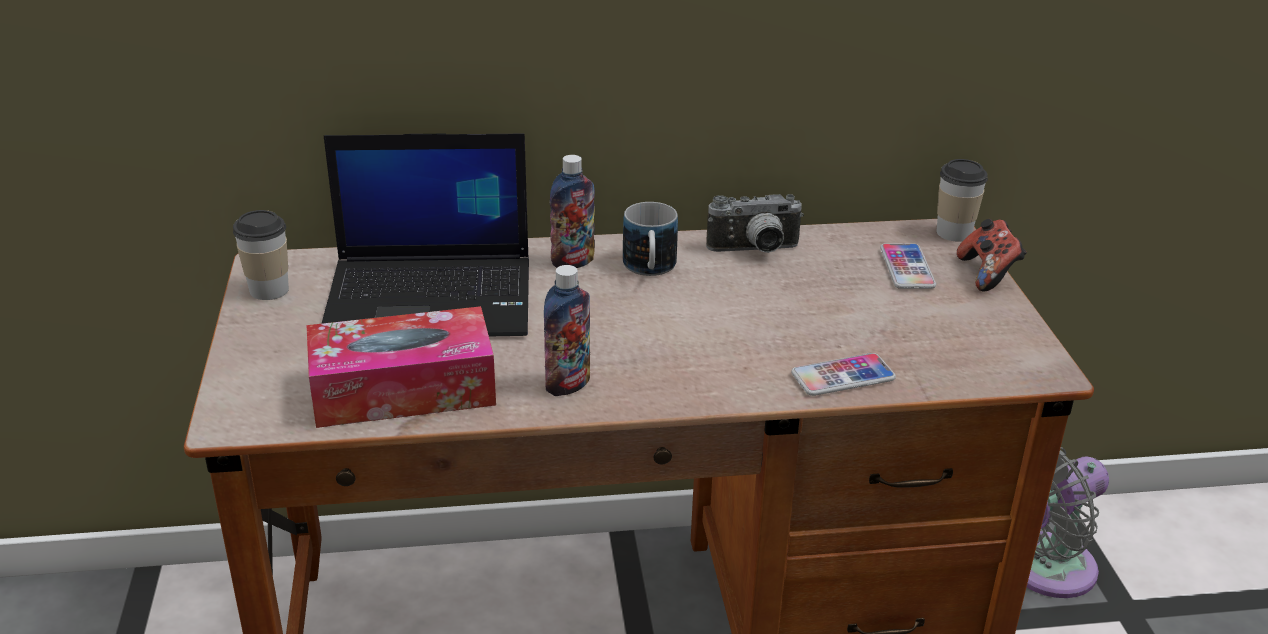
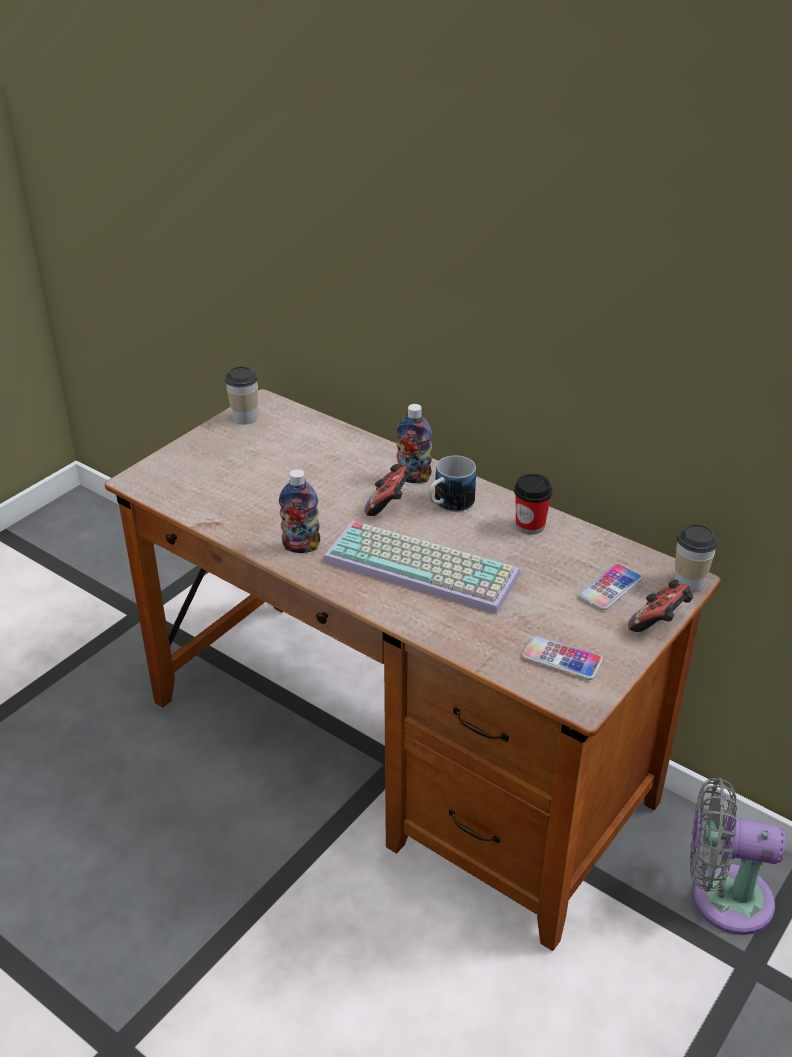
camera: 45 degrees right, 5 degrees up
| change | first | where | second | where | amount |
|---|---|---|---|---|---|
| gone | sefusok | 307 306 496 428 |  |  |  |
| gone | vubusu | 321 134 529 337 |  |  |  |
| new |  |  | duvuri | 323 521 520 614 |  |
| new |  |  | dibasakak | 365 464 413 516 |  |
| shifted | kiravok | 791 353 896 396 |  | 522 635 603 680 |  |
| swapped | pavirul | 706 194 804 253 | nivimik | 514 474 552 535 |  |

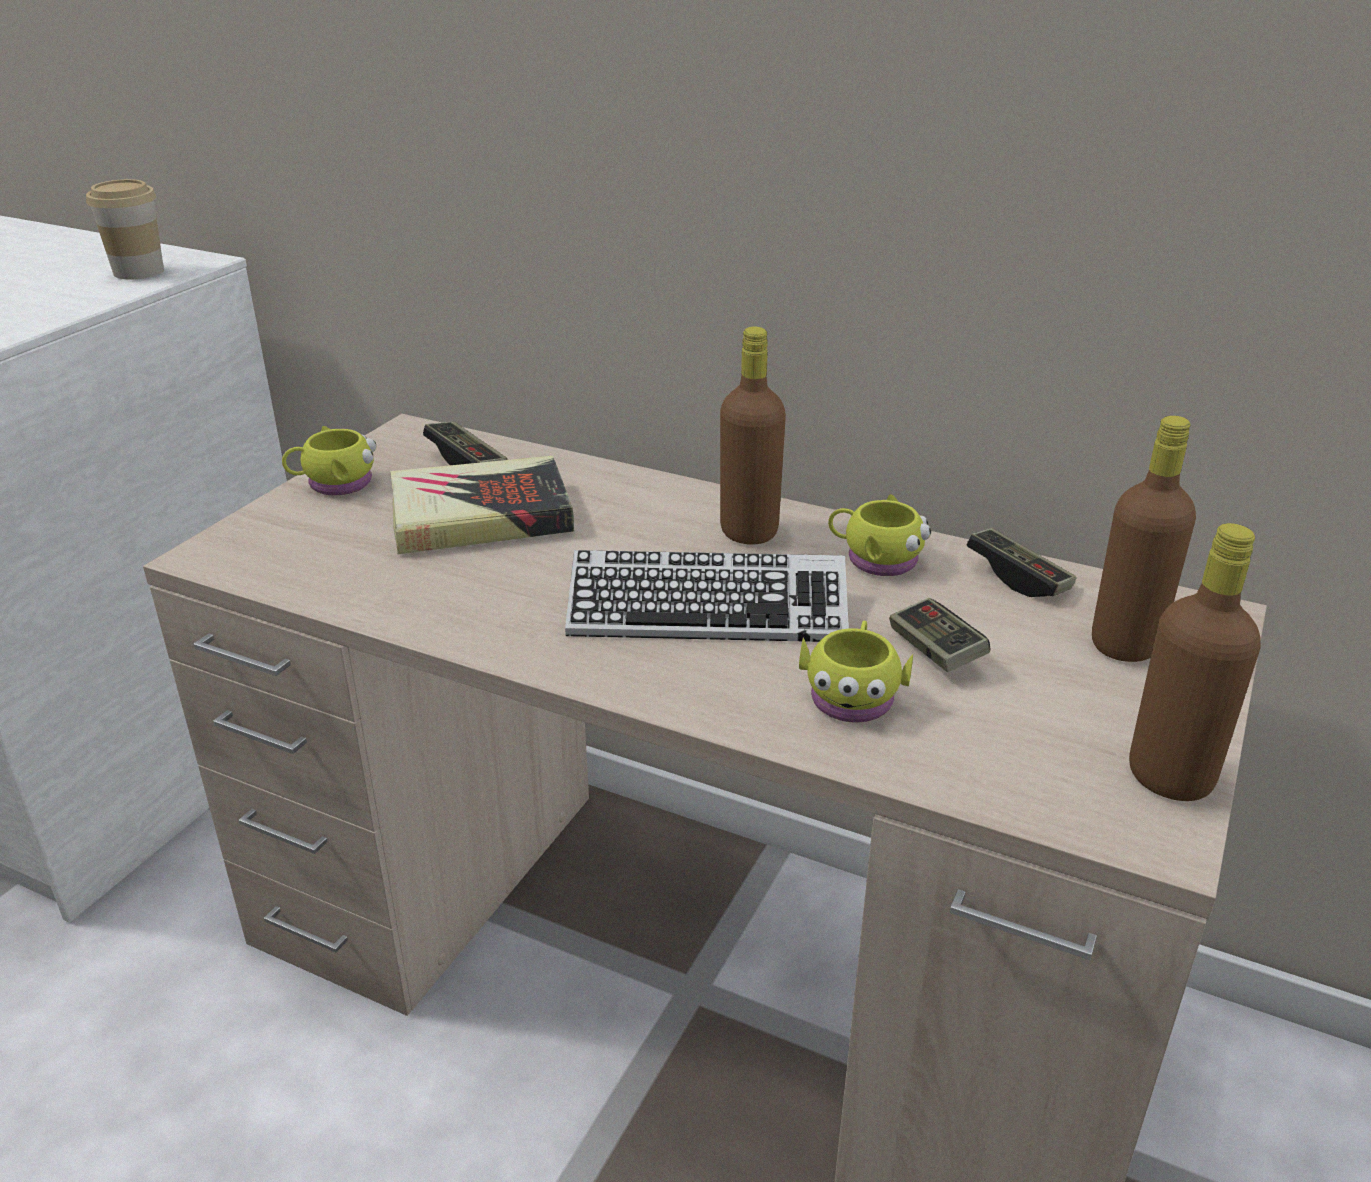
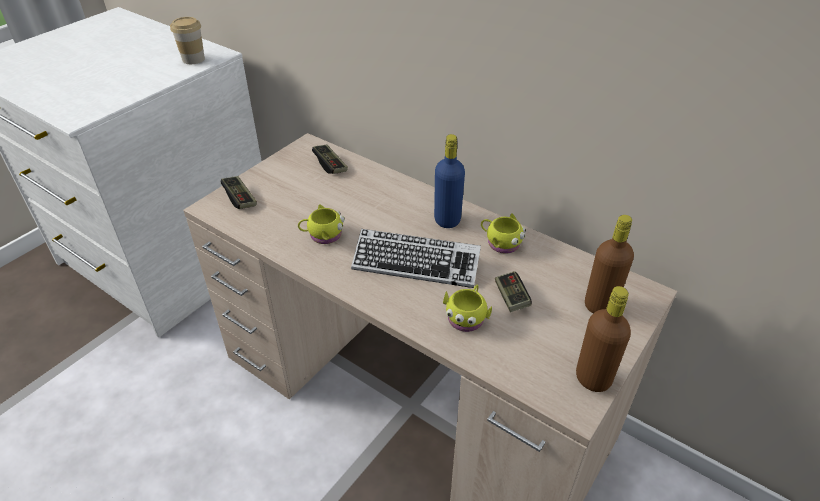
camera: 10 degrees right, 10 degrees up
| change | first | where | second | where | amount |
|---|---|---|---|---|---|
| gone | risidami | 390 456 574 555 |  |  |  |
| shifted | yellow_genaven | 282 426 377 495 |  | 298 205 345 244 |  |
| shifted | dibasakak | 967 528 1076 597 |  | 221 176 257 209 |  |
| repainted | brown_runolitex | 720 327 786 545 | blue_runolitex | 434 134 465 228 |  |

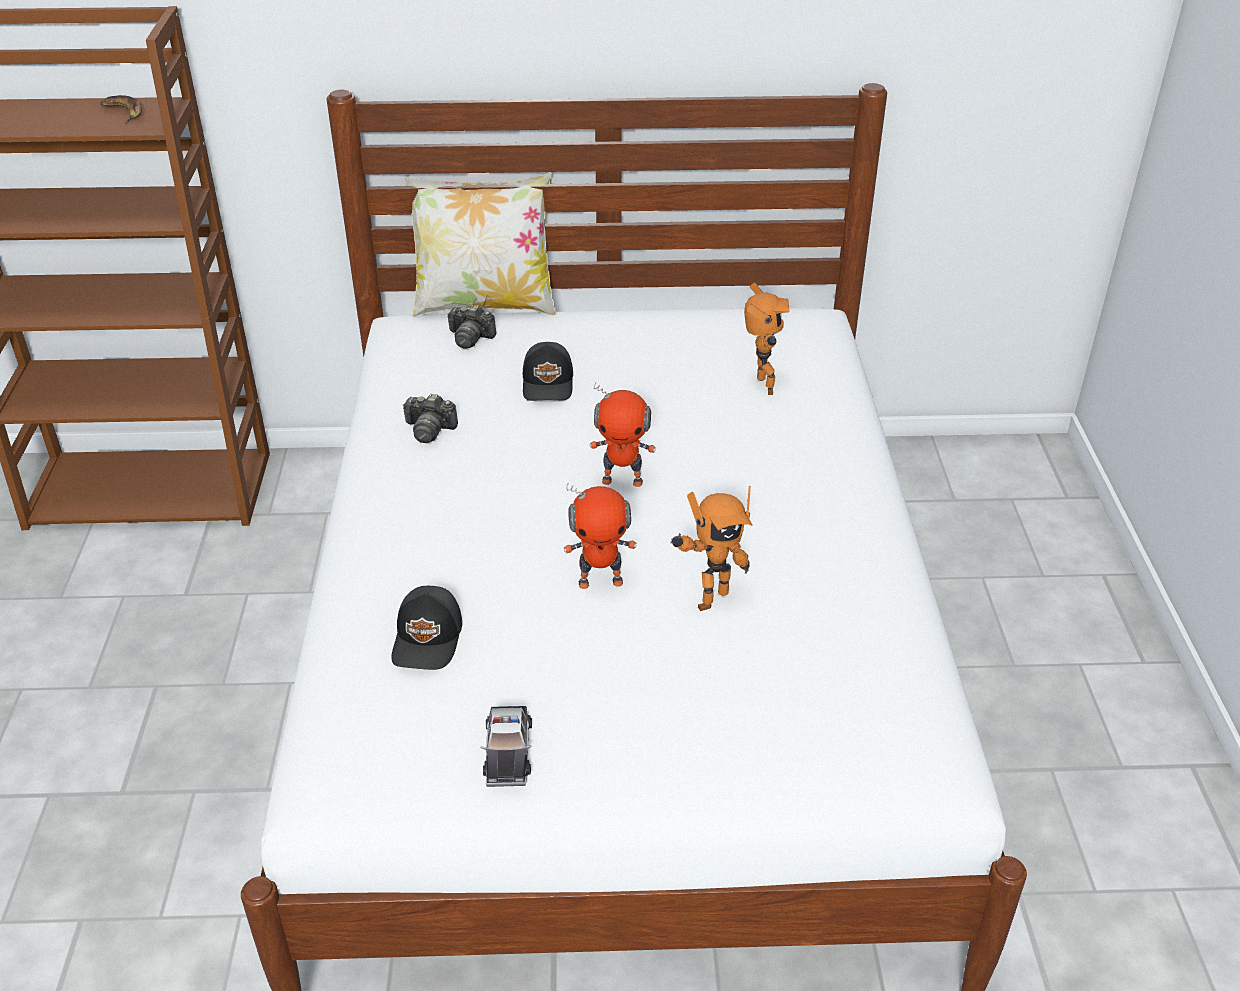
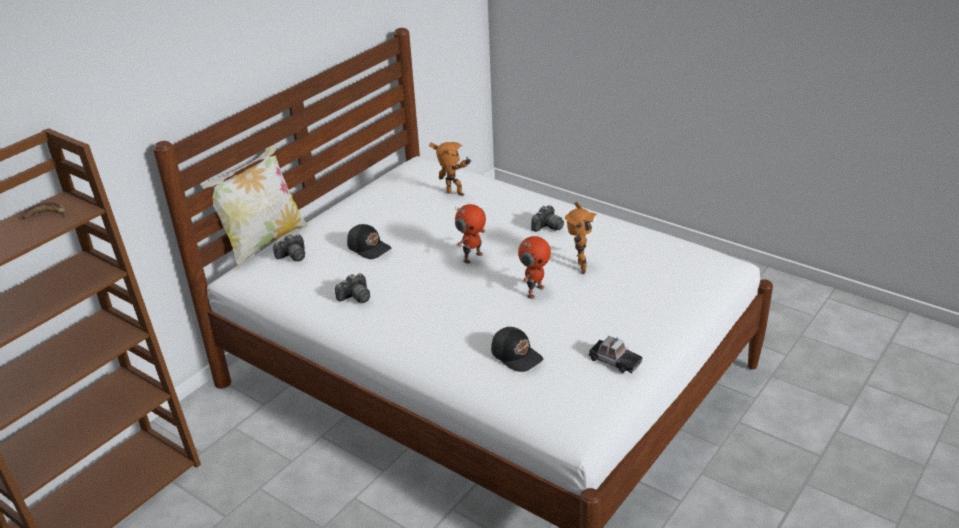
camera: 50 degrees left, 5 degrees down
| change | first | where | second | where | amount |
|---|---|---|---|---|---|
| new |  |  | pavirul | 531 205 564 232 |  |

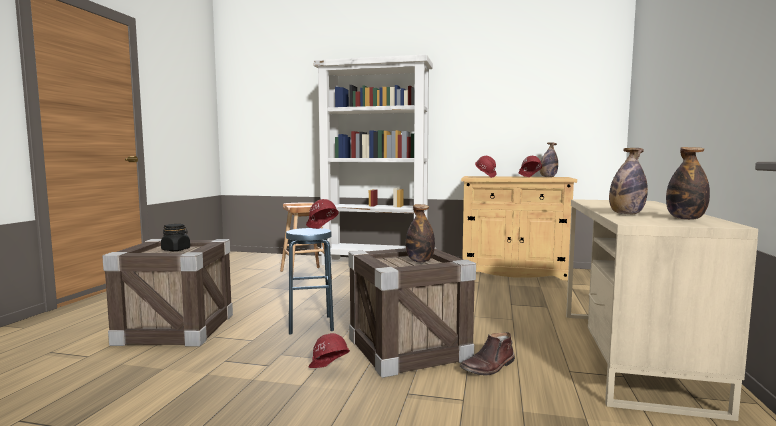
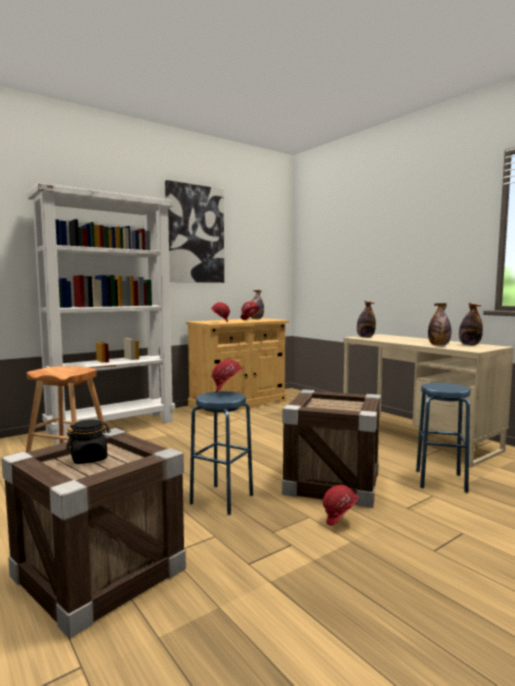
camera: 50 degrees left, 0 degrees up
| change | first | where | second | where | amount |
|---|---|---|---|---|---|
| gone | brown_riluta | 460 332 515 376 |  |  |  |
| new |  |  | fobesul | 165 180 224 283 |  |
| new |  |  | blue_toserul | 416 383 470 493 |  |
| shifted | runolitex | 406 204 435 262 |  | 357 301 376 338 |  |

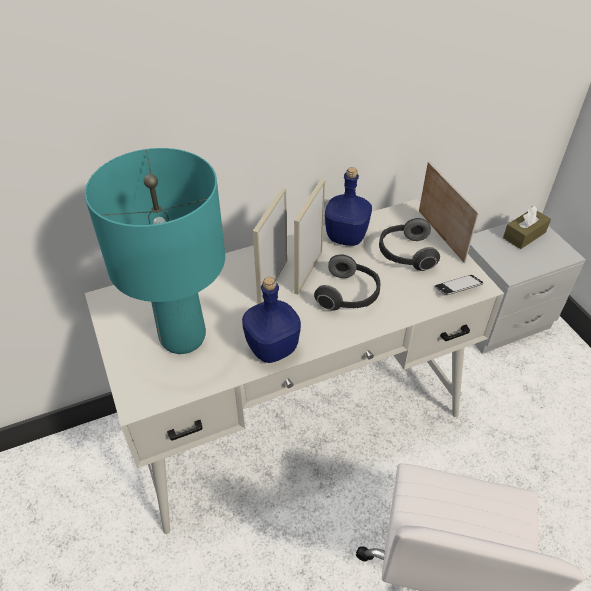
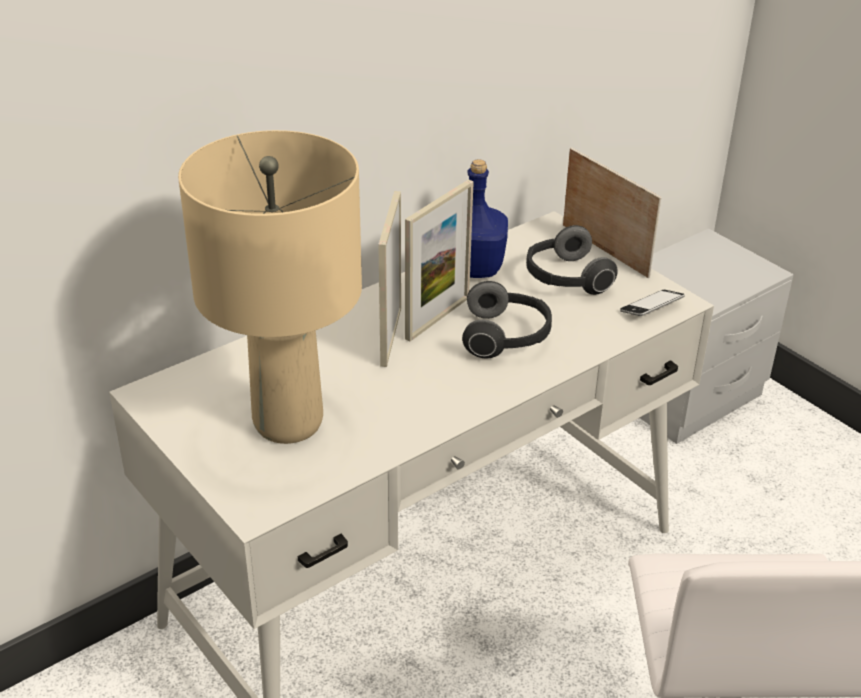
camera: 15 degrees left, 10 degrees down
| change | first | where | second | where | amount |
|---|---|---|---|---|---|
| gone | blue_runolitex | 242 277 301 363 |  |  |  |
| gone | brown_sefusok | 503 206 551 249 |  |  |  |
| repainted | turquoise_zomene | 85 148 225 354 | beige_zomene | 178 130 362 444 |  |
| rotated | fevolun | 294 179 325 294 |  | 405 179 474 342 | 150 degrees counterclockwise |

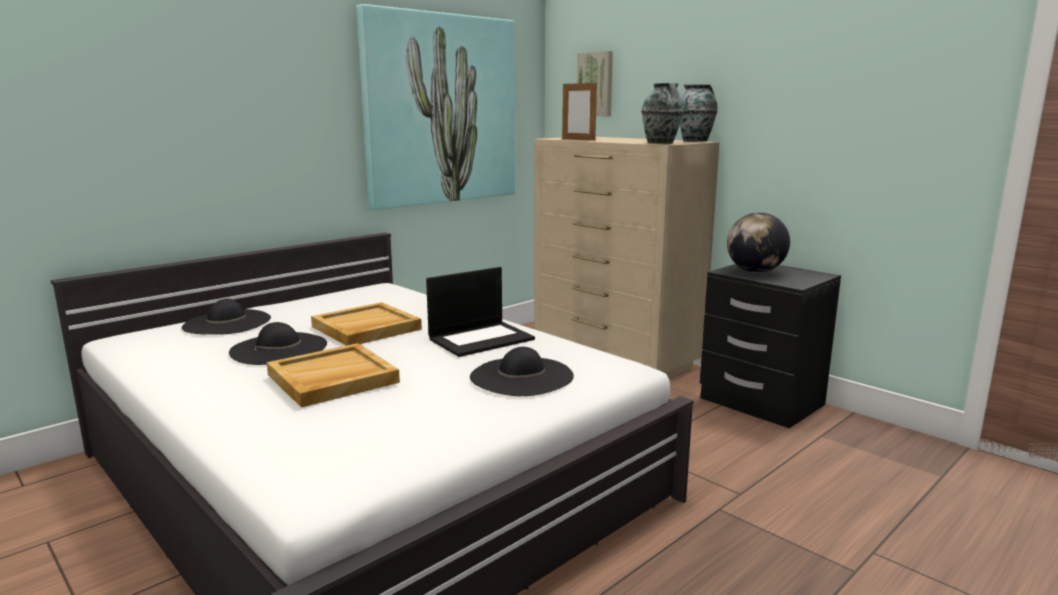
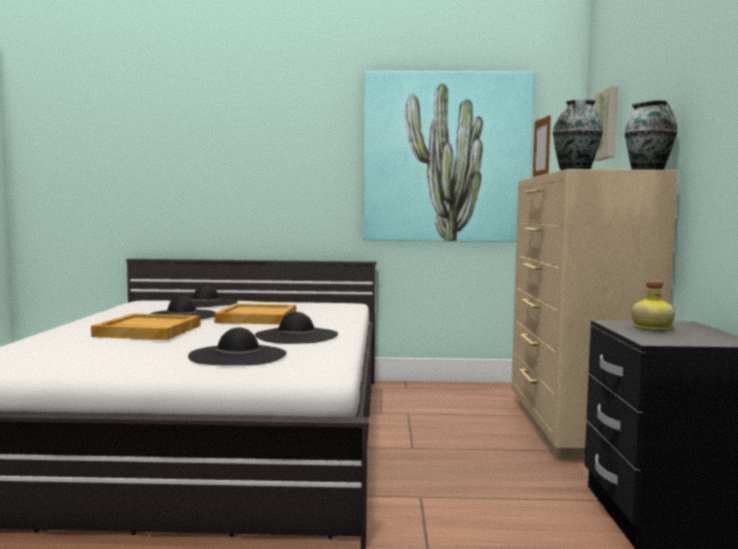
camera: 45 degrees right, 10 degrees down
| change | first | where | second | where | amount |
|---|---|---|---|---|---|
| swapped | vubusu | 426 267 535 357 | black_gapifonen | 255 312 338 344 |  |
| swapped | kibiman | 727 213 790 273 | runolitex | 632 280 675 330 |  |

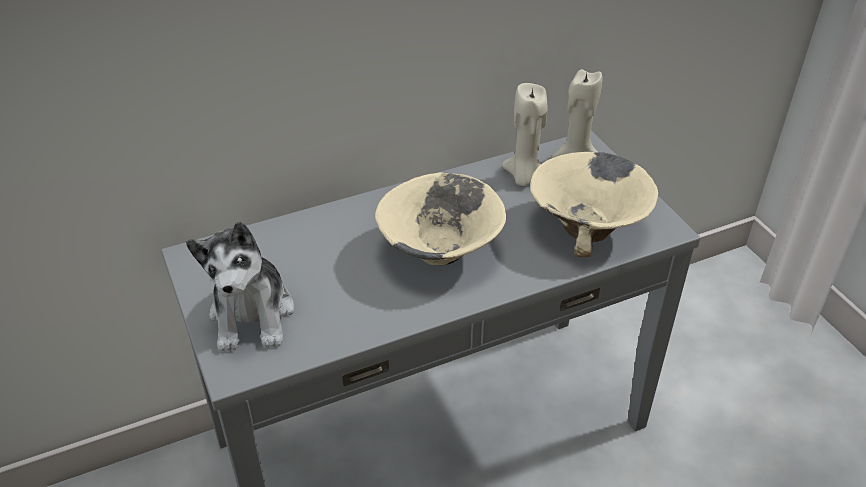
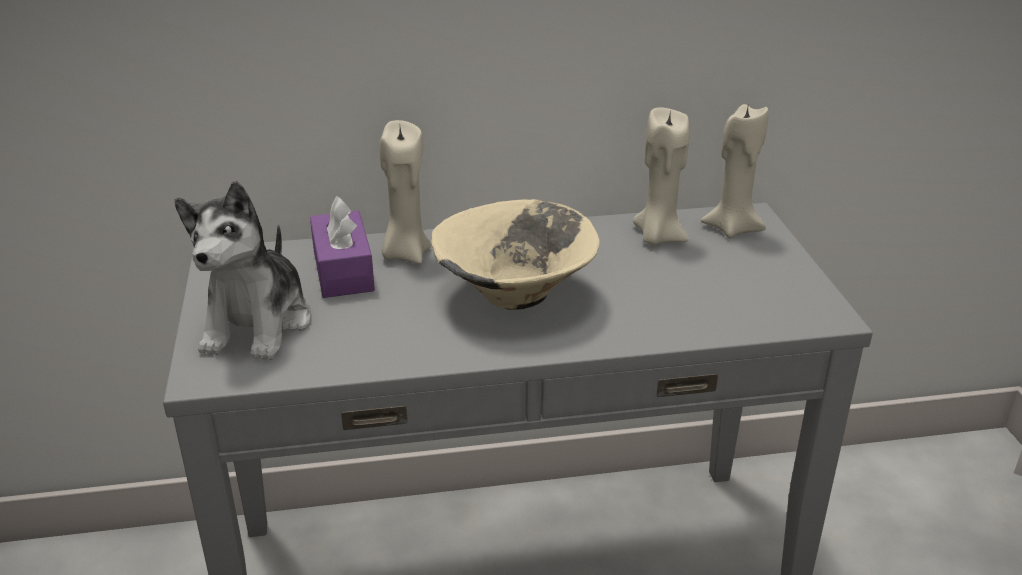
camera: 15 degrees right, 10 degrees down
| change | first | where | second | where | amount |
|---|---|---|---|---|---|
| gone | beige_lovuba | 530 152 658 258 |  |  |  |
| new |  |  | purple_sefusok | 310 196 375 298 |  |
| new |  |  | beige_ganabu | 379 120 431 264 |  |

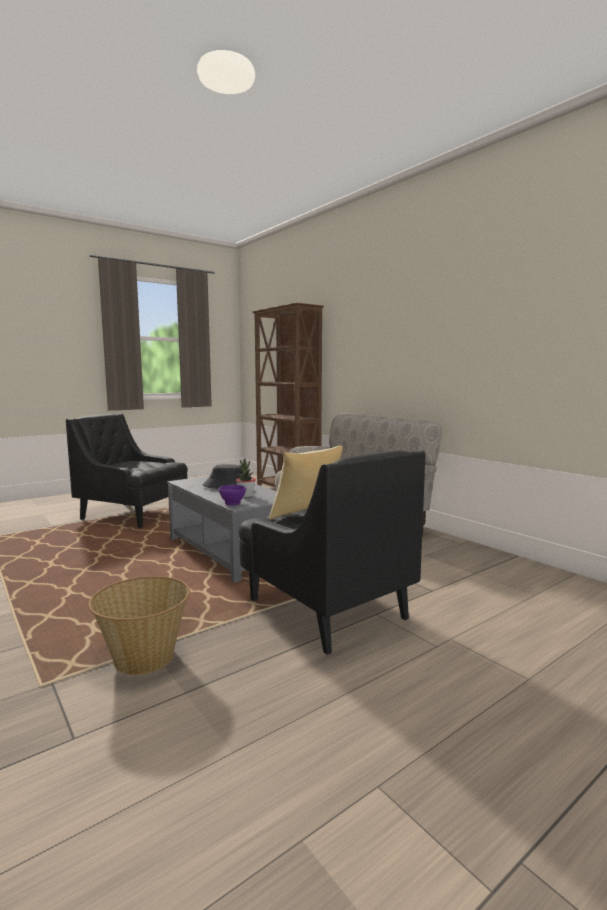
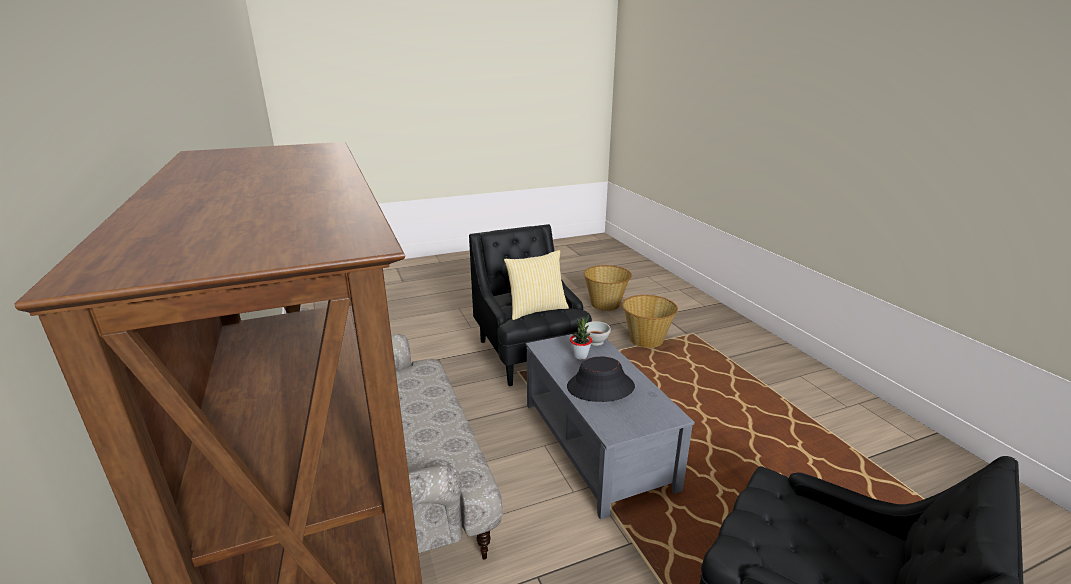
camera: 165 degrees left, 15 degrees up
| change | first | where | second | where | amount |
|---|---|---|---|---|---|
| new |  |  | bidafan | 584 265 632 311 |  |
| repainted | purple_lovuba | 219 485 246 505 | white_lovuba | 584 321 611 346 |  |

